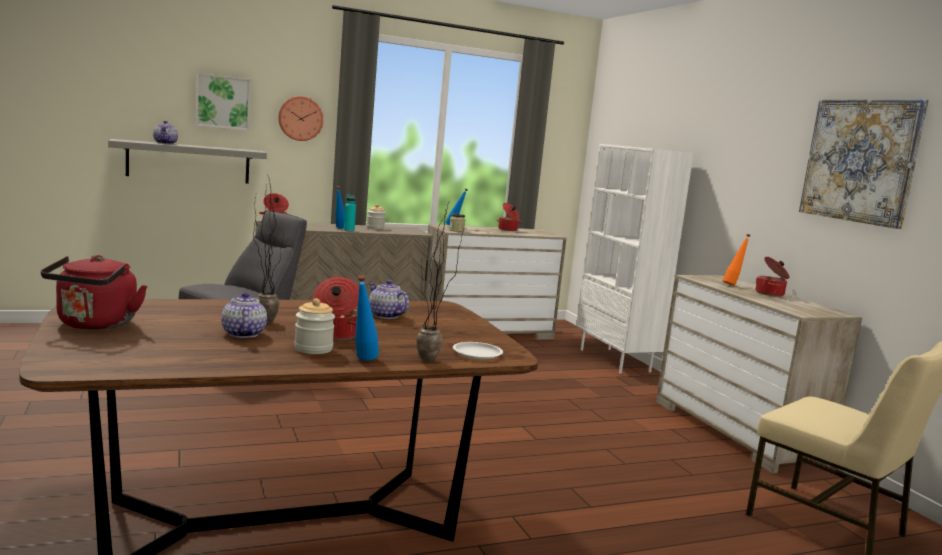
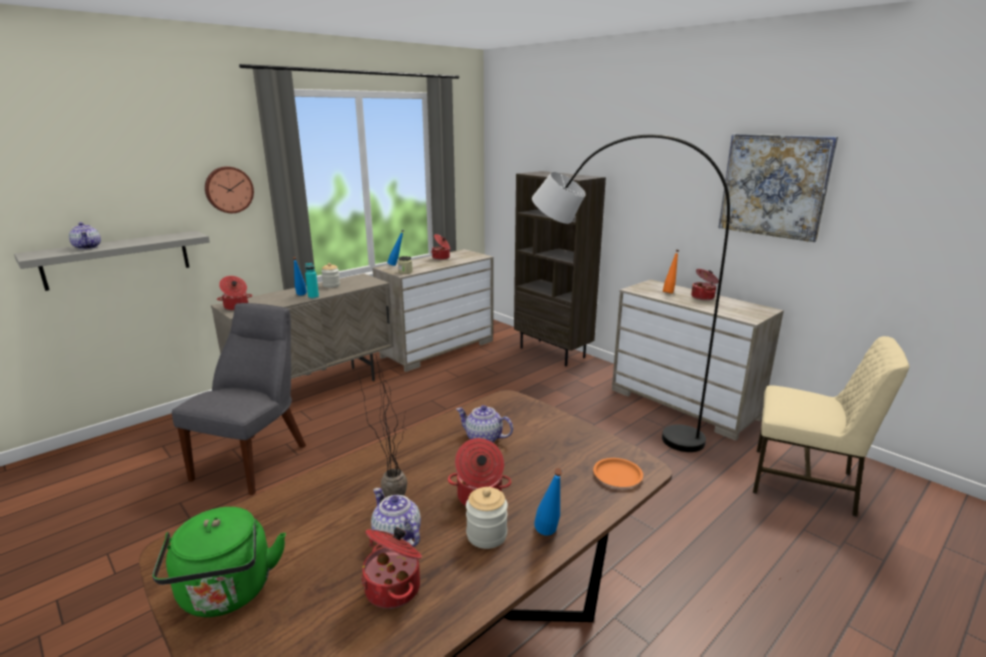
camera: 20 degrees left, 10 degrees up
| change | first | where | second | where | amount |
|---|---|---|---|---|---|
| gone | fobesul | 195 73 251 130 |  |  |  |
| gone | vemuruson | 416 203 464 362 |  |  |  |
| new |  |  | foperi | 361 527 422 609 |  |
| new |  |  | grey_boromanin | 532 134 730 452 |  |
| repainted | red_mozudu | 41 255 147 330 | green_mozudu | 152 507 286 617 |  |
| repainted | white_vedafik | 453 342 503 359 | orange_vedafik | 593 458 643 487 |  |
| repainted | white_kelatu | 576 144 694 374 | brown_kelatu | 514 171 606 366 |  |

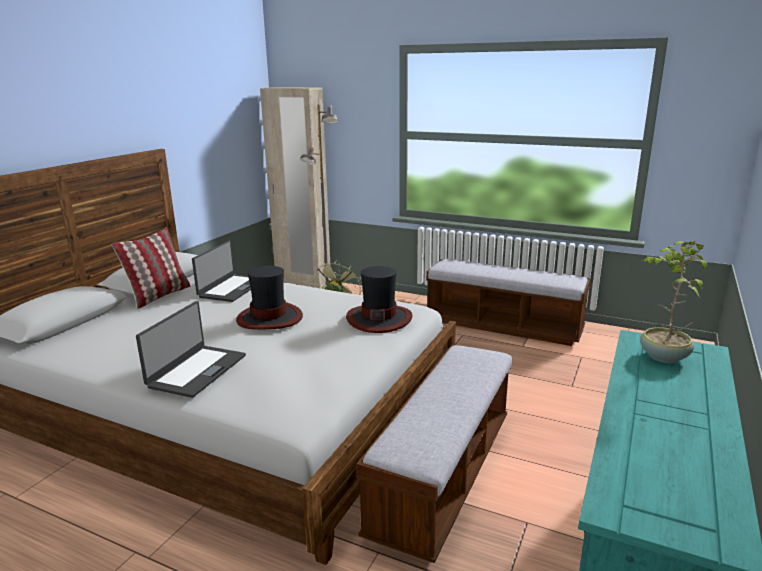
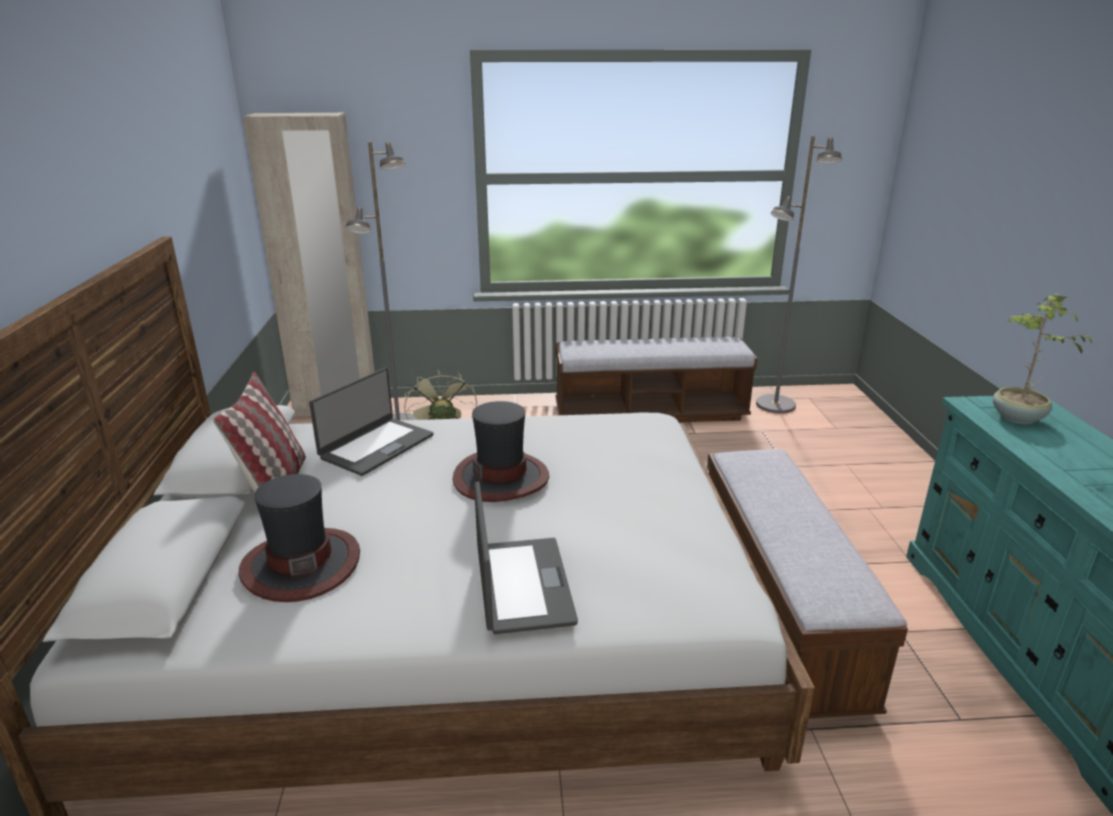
camera: 30 degrees left, 5 degrees up
| change | first | where | second | where | amount |
|---|---|---|---|---|---|
| new |  |  | grey_boromanin | 756 136 842 414 |  |
| shifted | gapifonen | 346 266 413 333 |  | 239 474 360 602 |  |
| rotated | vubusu | 192 240 251 302 |  | 309 368 434 476 | 45 degrees clockwise |

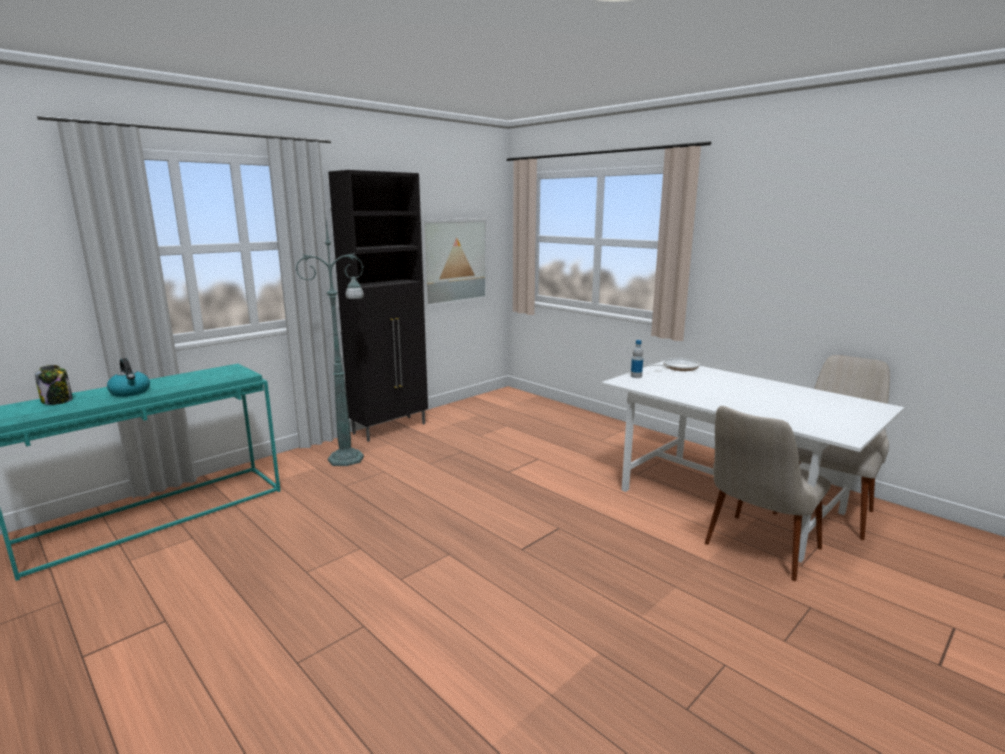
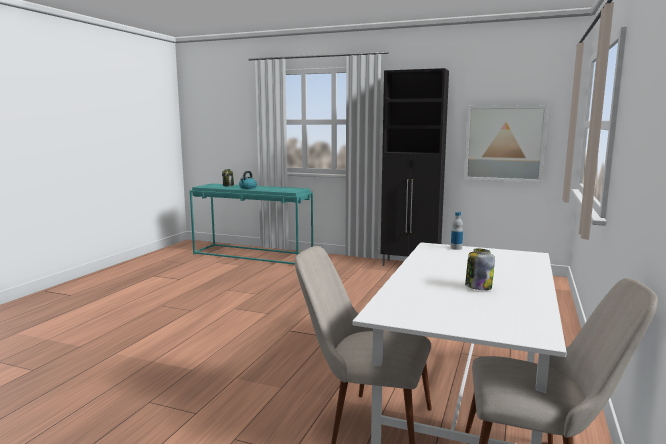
camera: 65 degrees right, 5 degrees down
| change | first | where | second | where | amount |
|---|---|---|---|---|---|
| gone | green_boromanin | 296 221 364 466 |  |  |  |
| gone | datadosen | 648 358 700 371 |  |  |  |
| new |  |  | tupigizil | 465 249 495 290 |  |

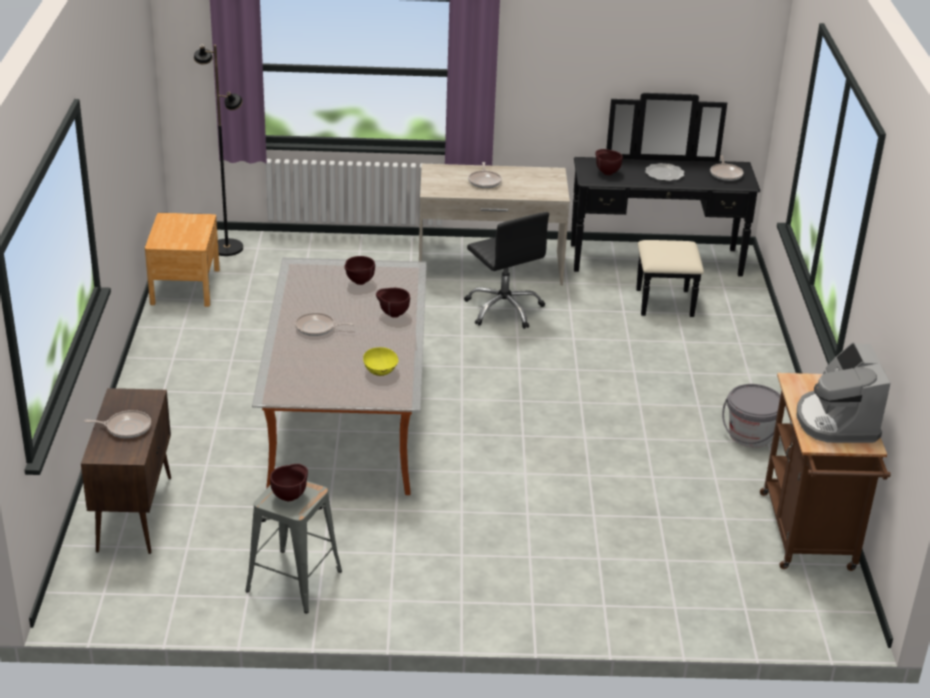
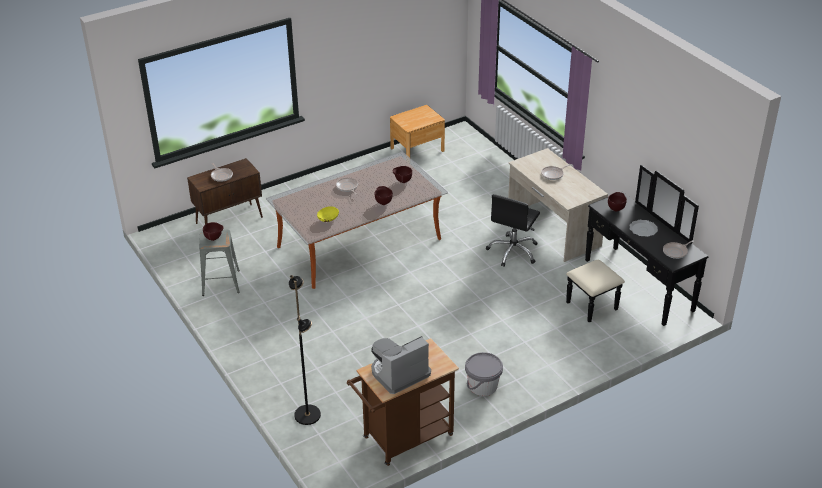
camera: 60 degrees right, 5 degrees up
| change | first | where | second | where | amount |
|---|---|---|---|---|---|
| shifted | black_boromanin | 194 45 243 256 |  | 289 275 321 425 |  |

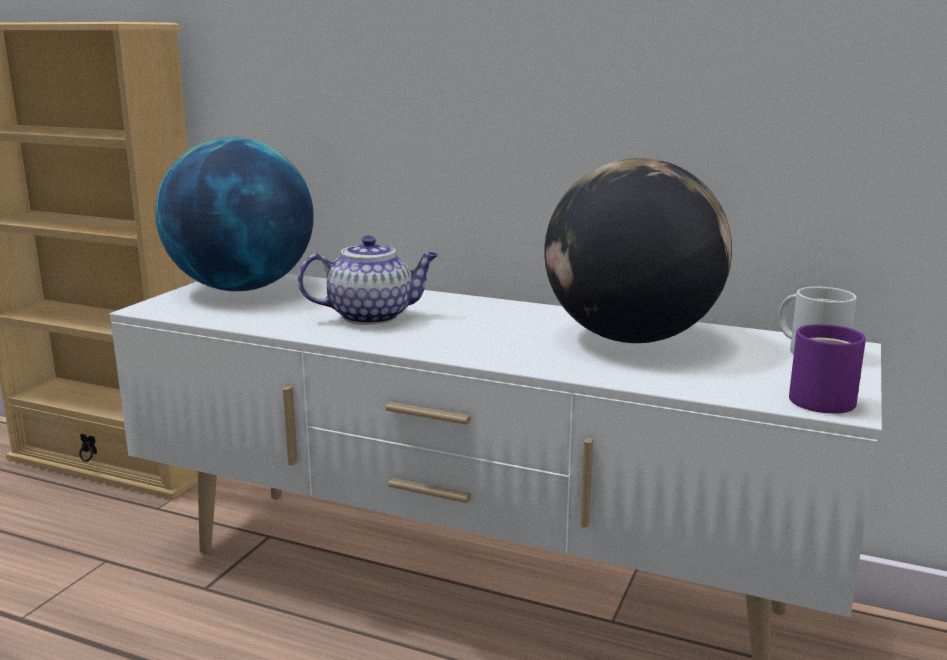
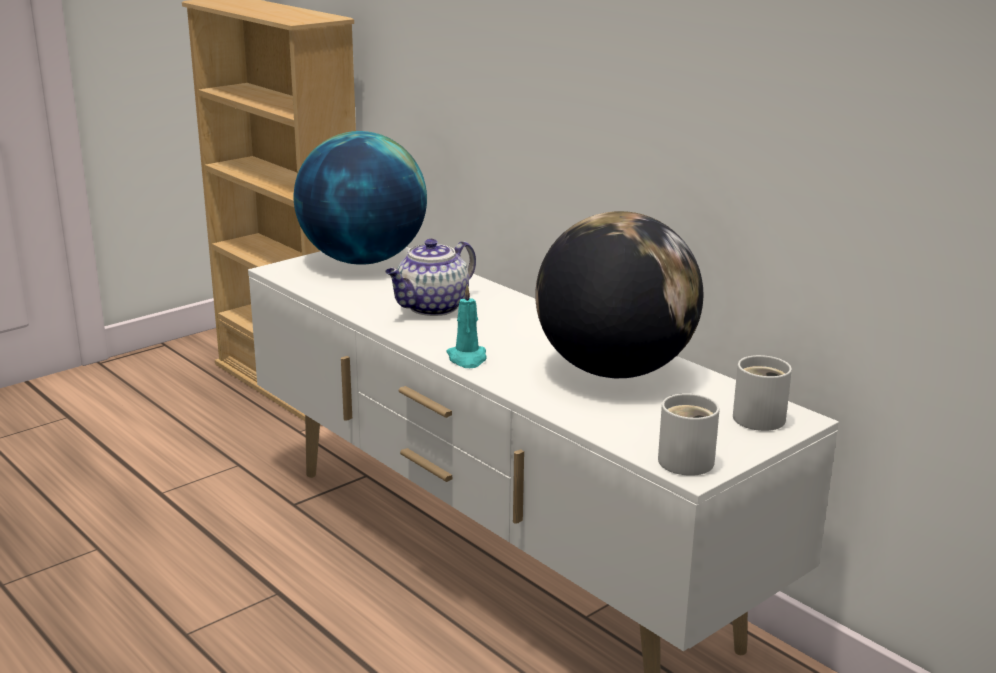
camera: 25 degrees right, 5 degrees up
| change | first | where | second | where | amount |
|---|---|---|---|---|---|
| new |  |  | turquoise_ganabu | 447 284 487 368 |  |
| repainted | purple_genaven | 789 324 866 414 | white_genaven | 658 393 720 476 |  |
| rotated | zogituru | 298 235 438 325 |  | 385 239 476 316 | 120 degrees clockwise |

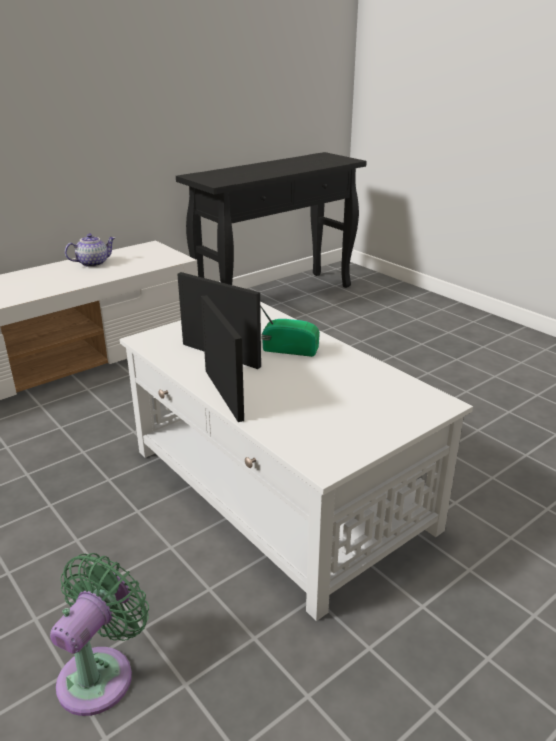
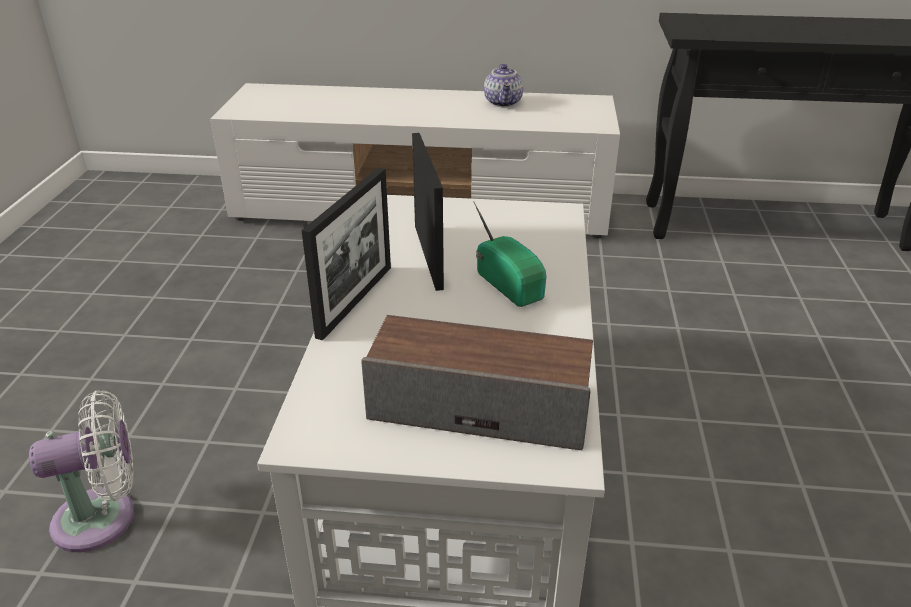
camera: 45 degrees right, 5 degrees up
| change | first | where | second | where | amount |
|---|---|---|---|---|---|
| new |  |  | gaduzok | 361 315 593 450 |  |
| repainted | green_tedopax | 50 553 149 716 | white_tedopax | 29 390 134 552 |  |
| rotated | zogituru | 65 234 115 267 |  | 484 64 523 107 | 75 degrees clockwise |

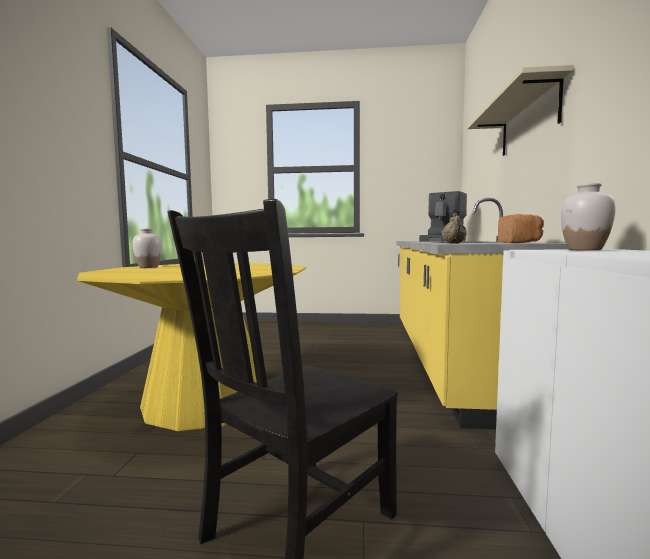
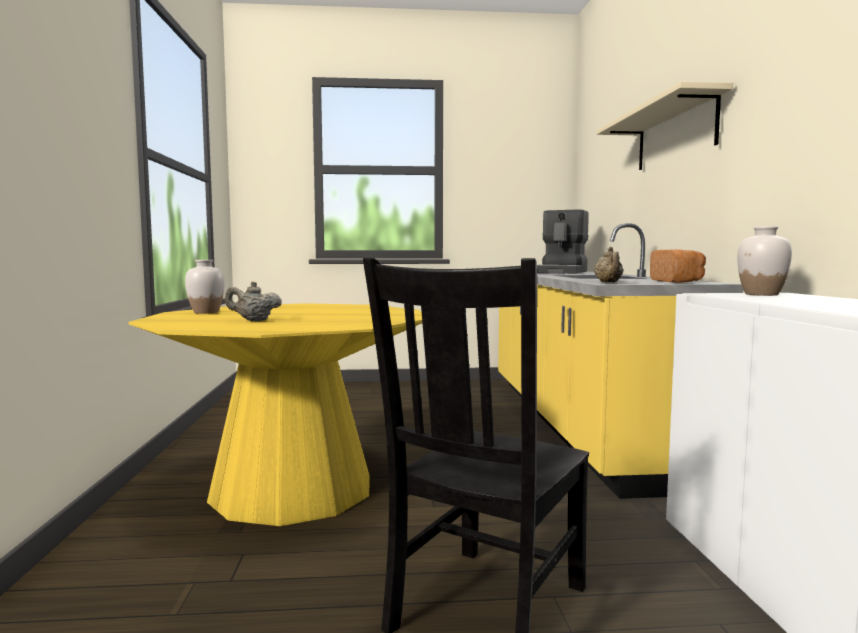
camera: 10 degrees left, 0 degrees up
| change | first | where | second | where | amount |
|---|---|---|---|---|---|
| new |  |  | beige_zogituru | 225 281 282 321 |  |

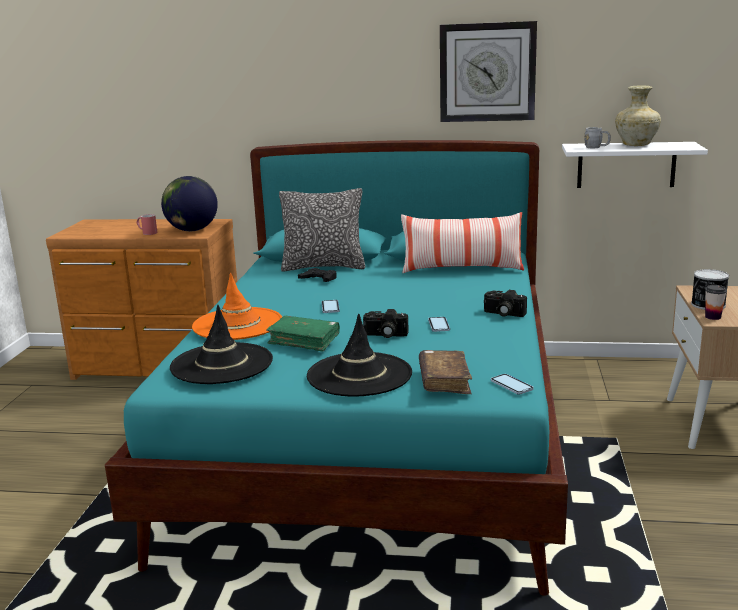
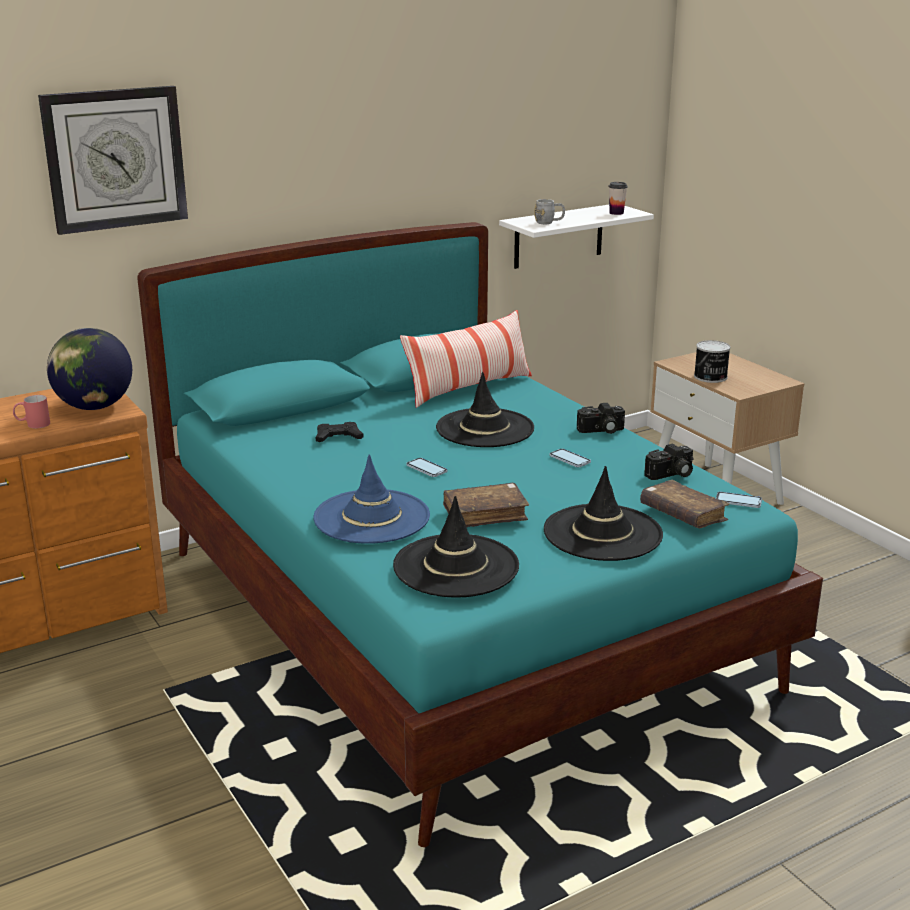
camera: 40 degrees left, 5 degrees up
| change | first | where | second | where | amount |
|---|---|---|---|---|---|
| gone | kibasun | 279 188 365 272 |  |  |  |
| gone | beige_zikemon | 615 86 661 146 |  |  |  |
| new |  |  | black_gapifonen | 436 372 534 447 |  |
| shifted | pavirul | 363 309 409 338 |  | 644 444 694 480 |  |
| shifted | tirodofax | 440 21 537 122 |  | 38 86 188 235 |  |
| shifted | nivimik | 705 285 727 320 |  | 609 182 628 215 |  |
| repainted | orange_gapifonen | 192 273 282 340 | blue_gapifonen | 313 454 430 544 |  |
| repainted | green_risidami | 266 316 340 352 | brown_risidami | 443 483 529 528 |  |

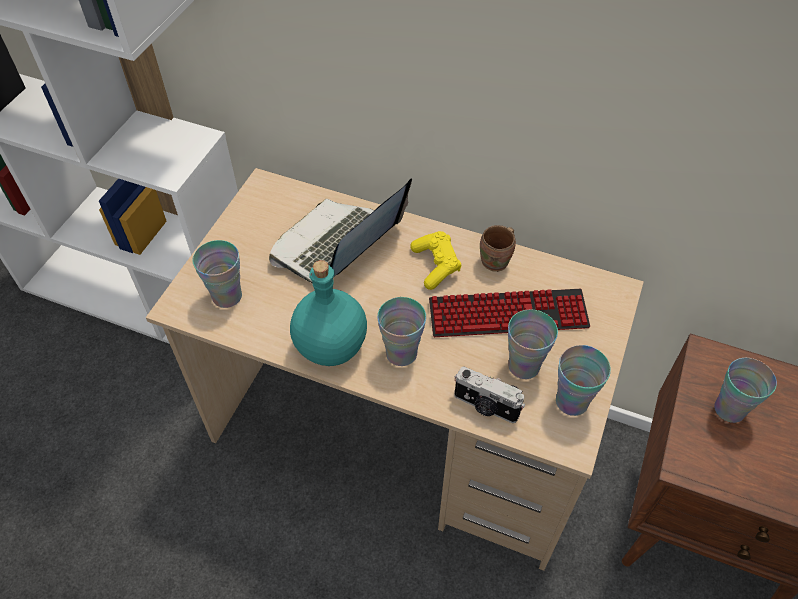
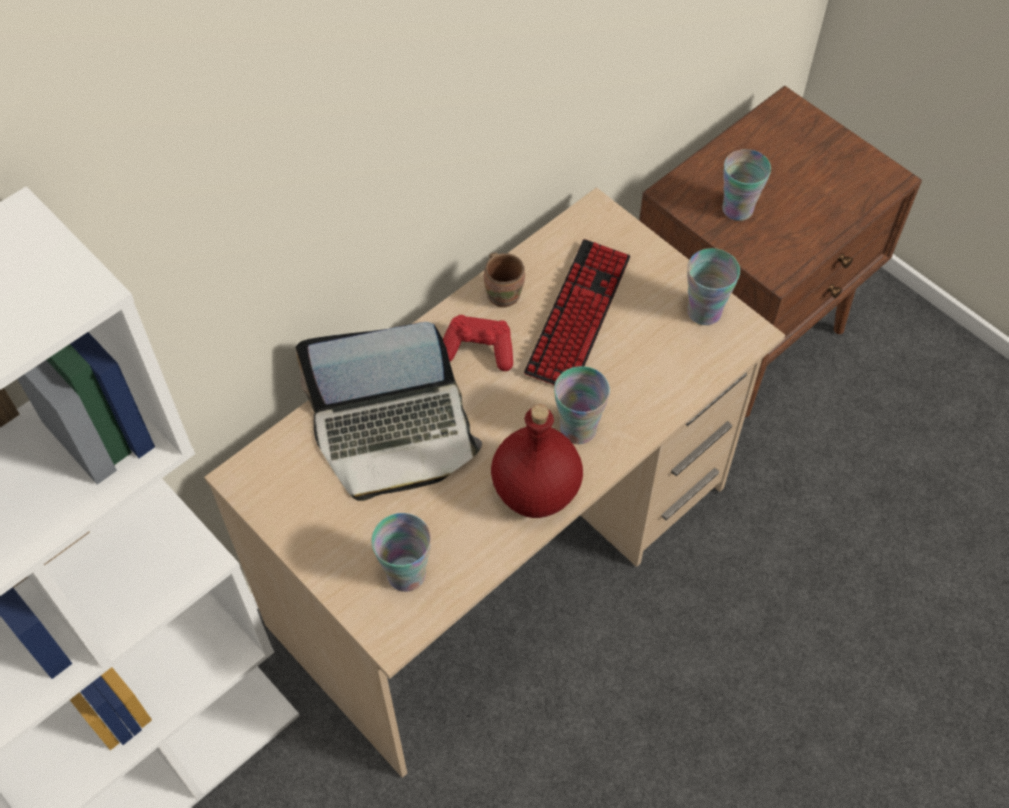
camera: 65 degrees left, 5 degrees up
| change | first | where | second | where | amount |
|---|---|---|---|---|---|
| gone | pavirul | 454 366 525 423 |  |  |  |
| gone | nivimik | 508 309 558 379 |  |  |  |
| repainted | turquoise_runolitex | 290 260 367 366 | red_runolitex | 491 404 583 518 |  |
| repainted | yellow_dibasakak | 410 231 461 290 | red_dibasakak | 443 315 513 371 |  |
| rotated | vubusu | 269 179 412 283 |  | 295 322 482 501 | 75 degrees counterclockwise |

